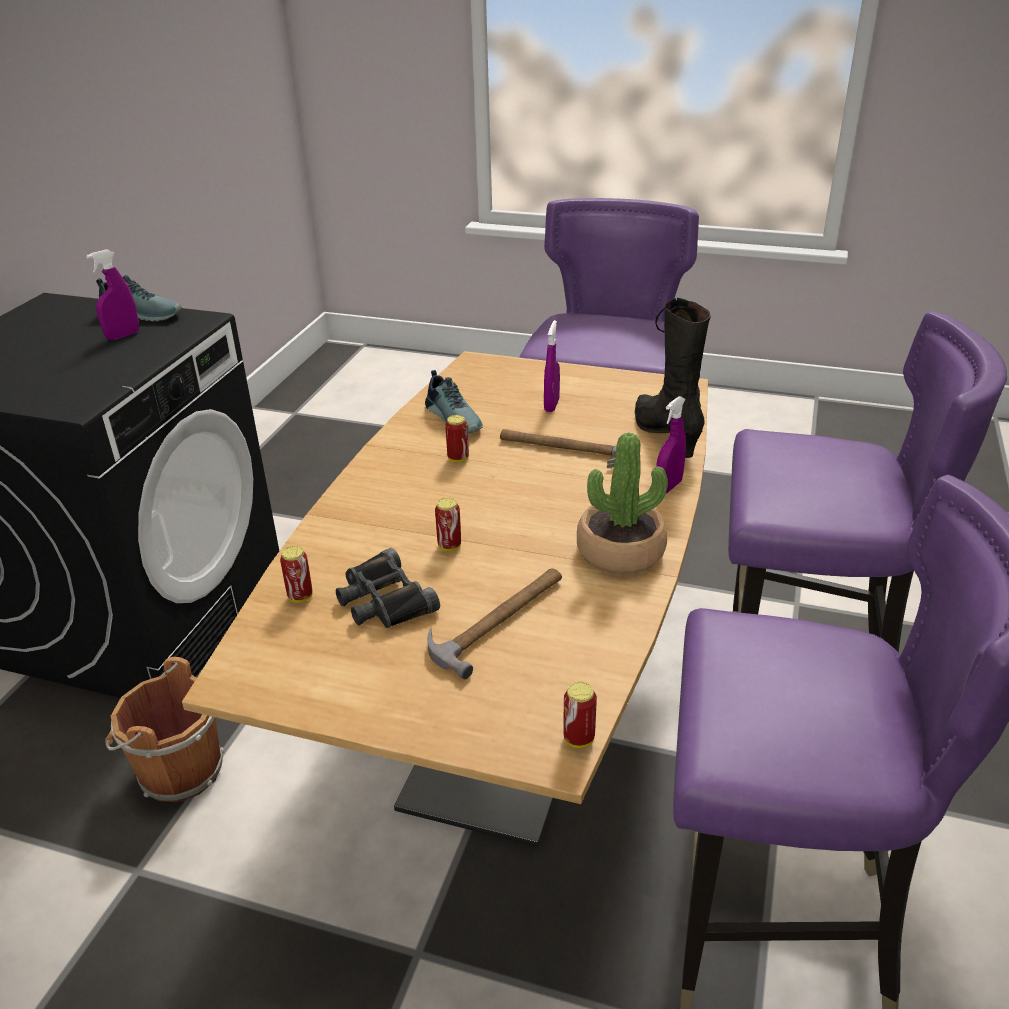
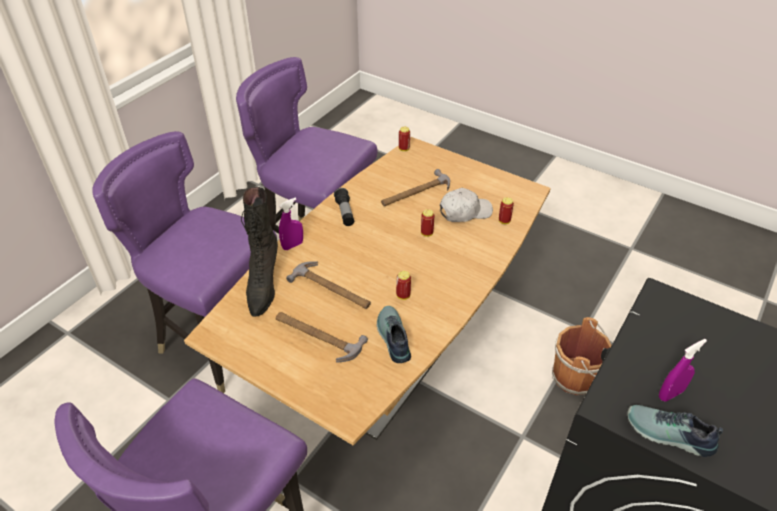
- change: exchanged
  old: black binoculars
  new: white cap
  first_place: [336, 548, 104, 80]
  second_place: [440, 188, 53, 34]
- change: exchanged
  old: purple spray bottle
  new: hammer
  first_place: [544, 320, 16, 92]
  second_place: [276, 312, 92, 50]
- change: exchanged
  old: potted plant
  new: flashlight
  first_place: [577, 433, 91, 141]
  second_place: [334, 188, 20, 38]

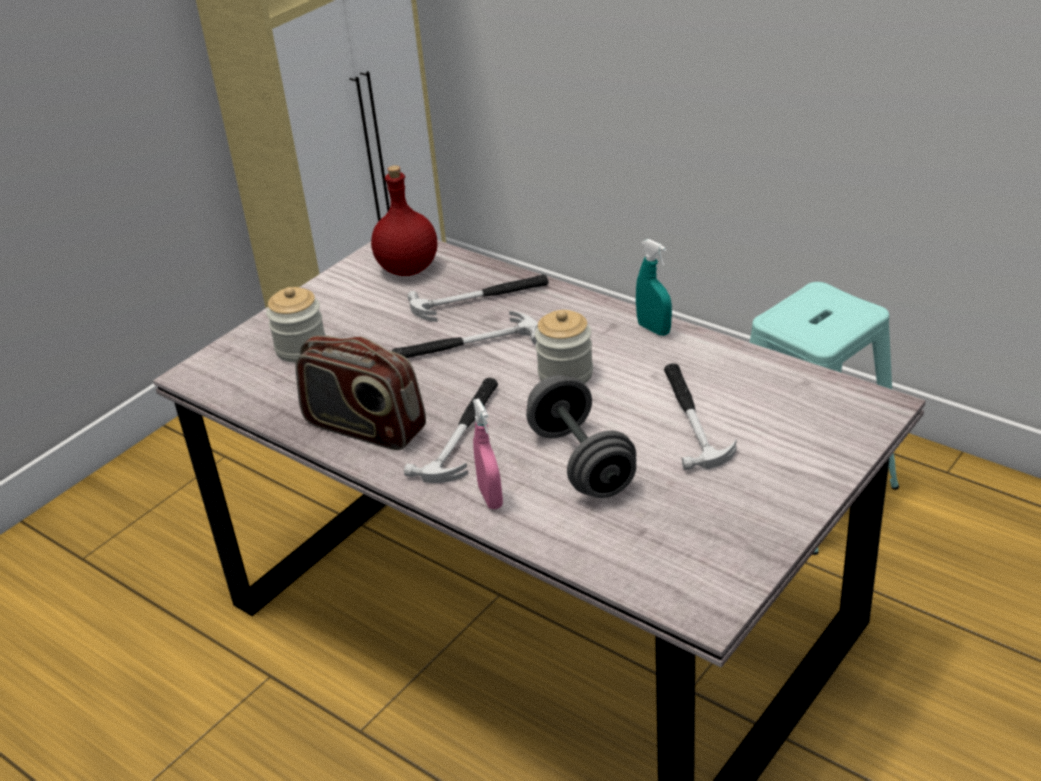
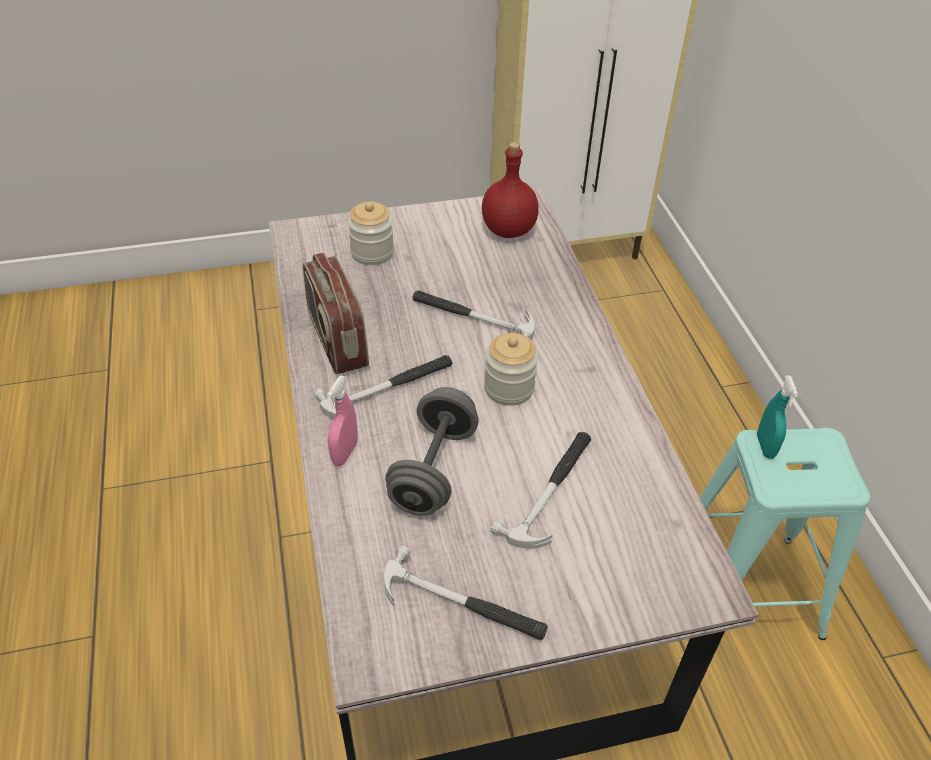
- change: relocated
  old: hammer
  first_place: [407, 274, 141, 48]
  second_place: [384, 545, 164, 95]
- change: relocated
  old: turquoise spray bottle
  first_place: [636, 239, 36, 97]
  second_place: [757, 375, 41, 84]

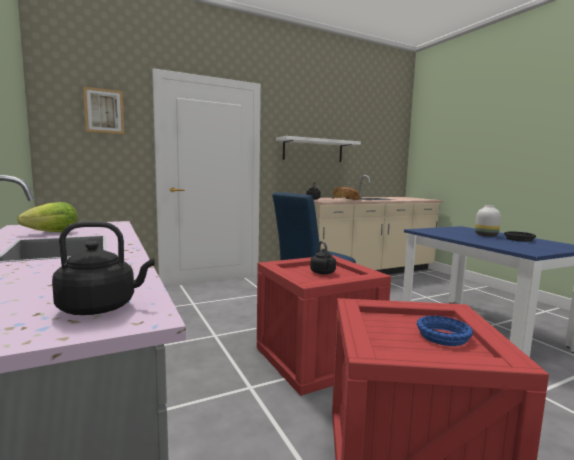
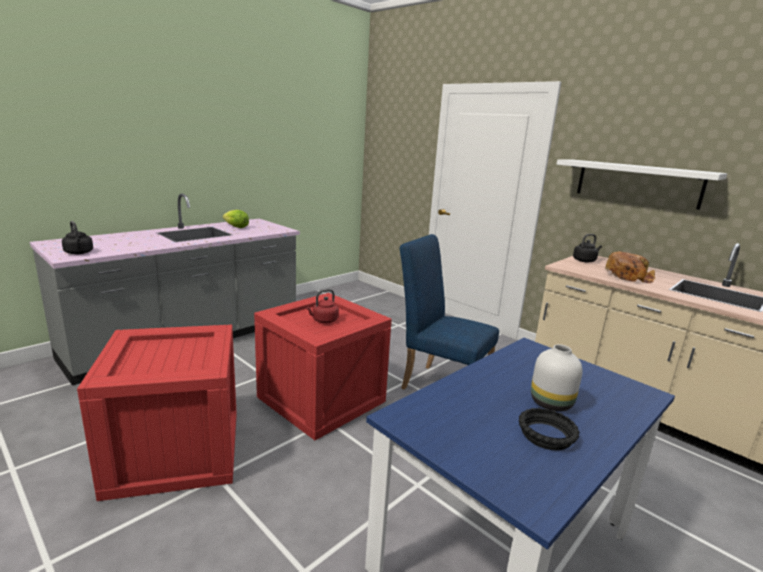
- change: missing
  old: picture
  first_place: [83, 87, 41, 47]
- change: missing
  old: blue bowl
  first_place: [416, 315, 57, 31]
- change: colour
  old: black kettle
  new: red kettle
  first_place: [310, 241, 26, 33]
  second_place: [306, 289, 33, 34]

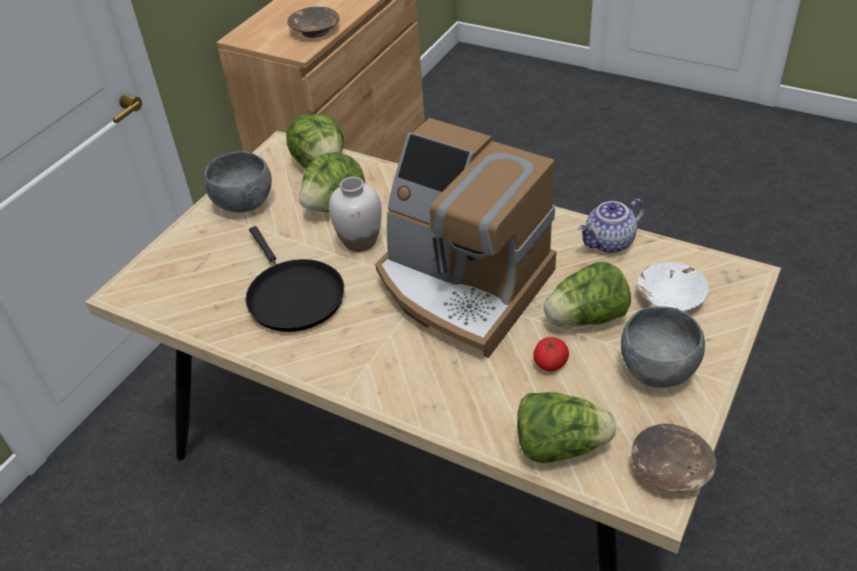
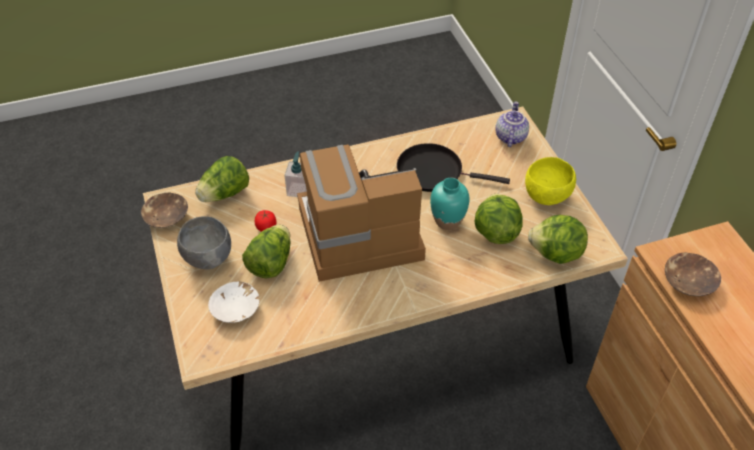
- change: appeared
  new: soap dispenser
  second_place: [284, 152, 23, 45]
- change: relocated
  old: teapot
  first_place: [578, 199, 67, 54]
  second_place: [496, 102, 33, 45]
- change: colour
  old: grey bowl
  new: yellow bowl
  first_place: [204, 151, 68, 62]
  second_place: [525, 157, 51, 48]
- change: colour
  old: white vase
  new: turquoise vase
  first_place: [329, 177, 53, 75]
  second_place: [430, 178, 39, 52]

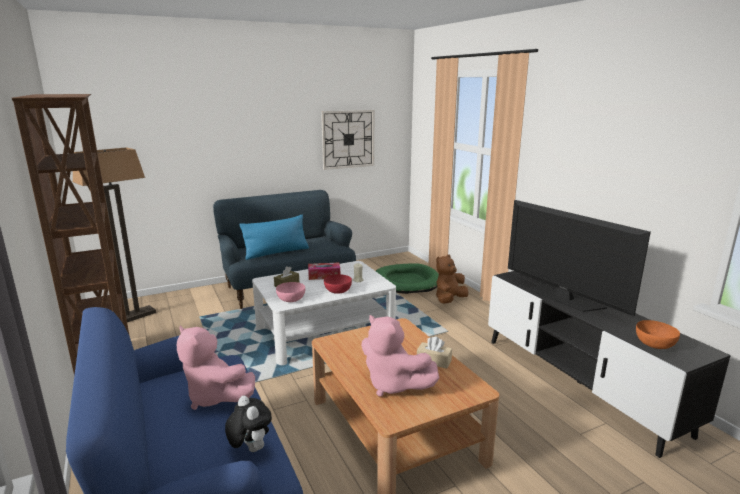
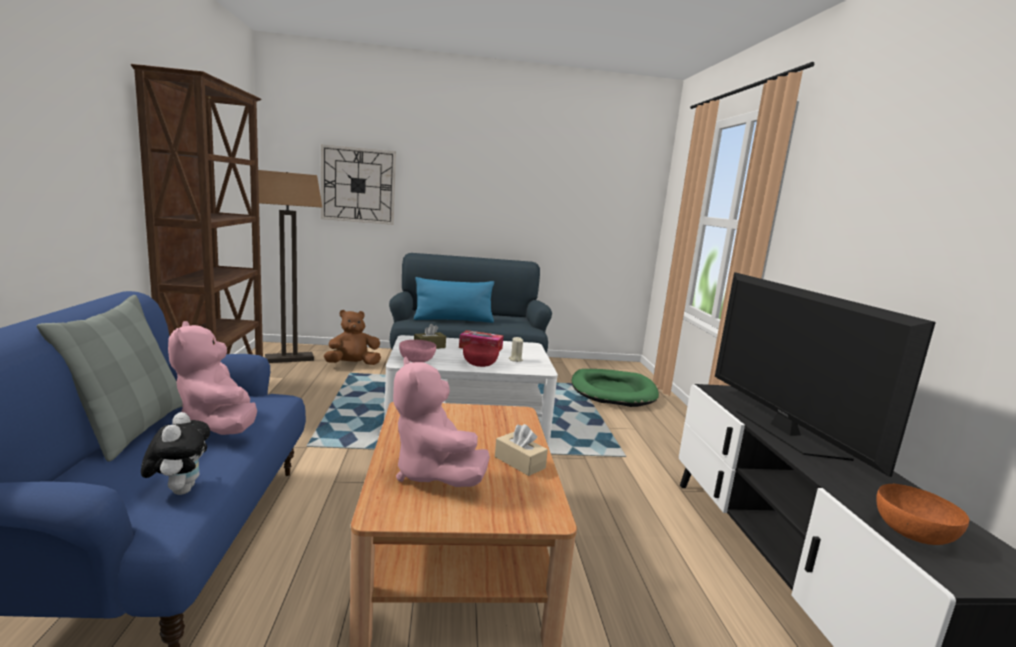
- change: appeared
  new: grey pillow
  second_place: [37, 295, 146, 167]
- change: relocated
  old: wall clock
  first_place: [321, 110, 53, 60]
  second_place: [321, 144, 75, 81]
- change: relocated
  old: brown plush toy
  first_place: [436, 254, 32, 50]
  second_place: [324, 310, 57, 55]

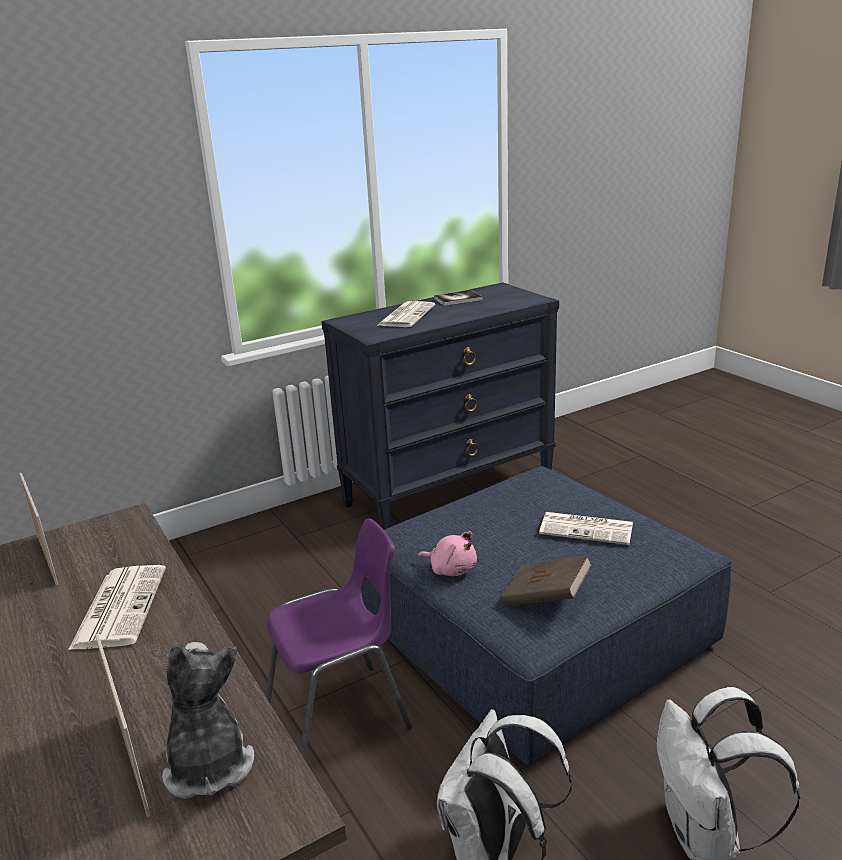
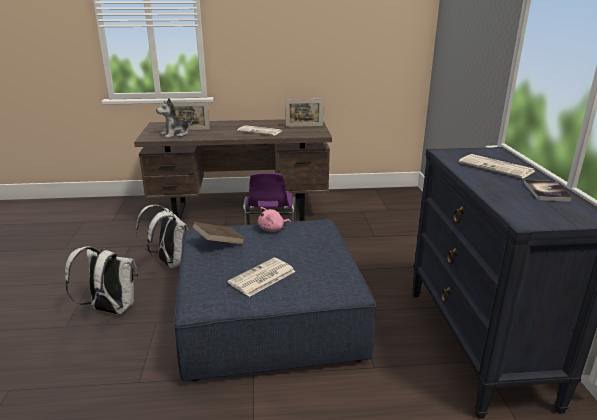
- change: spun
  old: plush toy
  first_place: [162, 642, 92, 157]
  second_place: [156, 98, 37, 40]
  degrees: 135

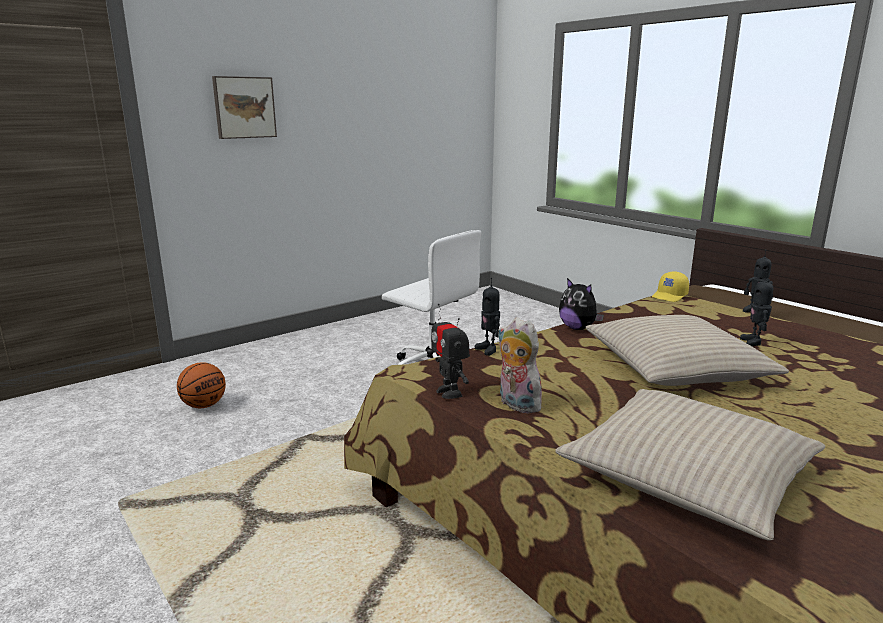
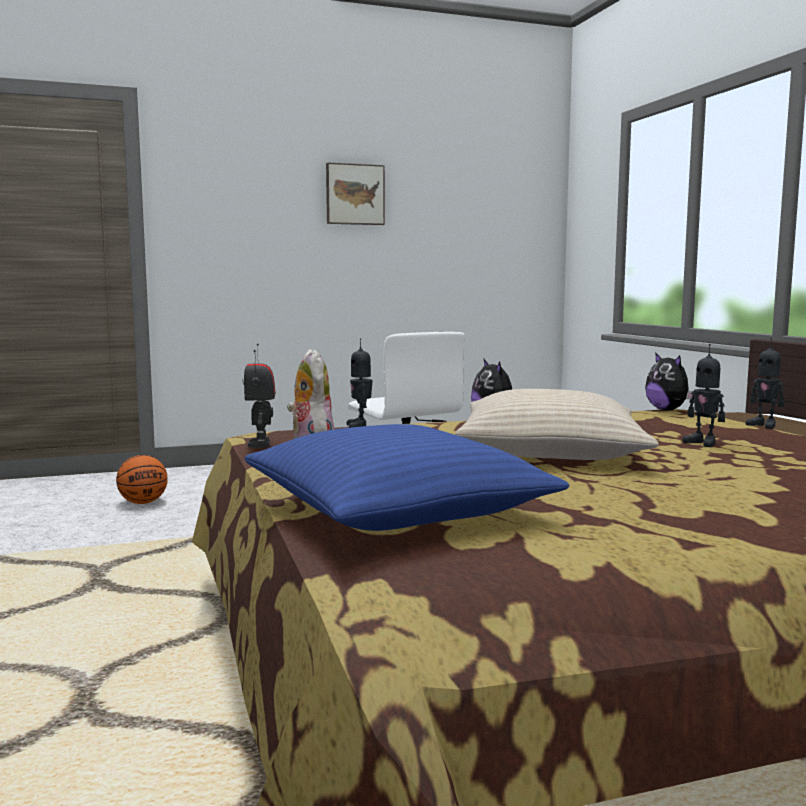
- change: relocated
  old: picture
  first_place: [212, 76, 65, 63]
  second_place: [326, 163, 59, 62]
- change: exchanged
  old: yellow cap
  new: plush toy
  first_place: [652, 272, 37, 30]
  second_place: [645, 352, 47, 59]
- change: colour
  old: beige pillow
  new: blue pillow
  first_place: [556, 389, 269, 152]
  second_place: [244, 424, 325, 107]
- change: spun
  old: toy robot
  first_place: [740, 272, 33, 75]
  second_place: [682, 344, 43, 103]
  degrees: -60

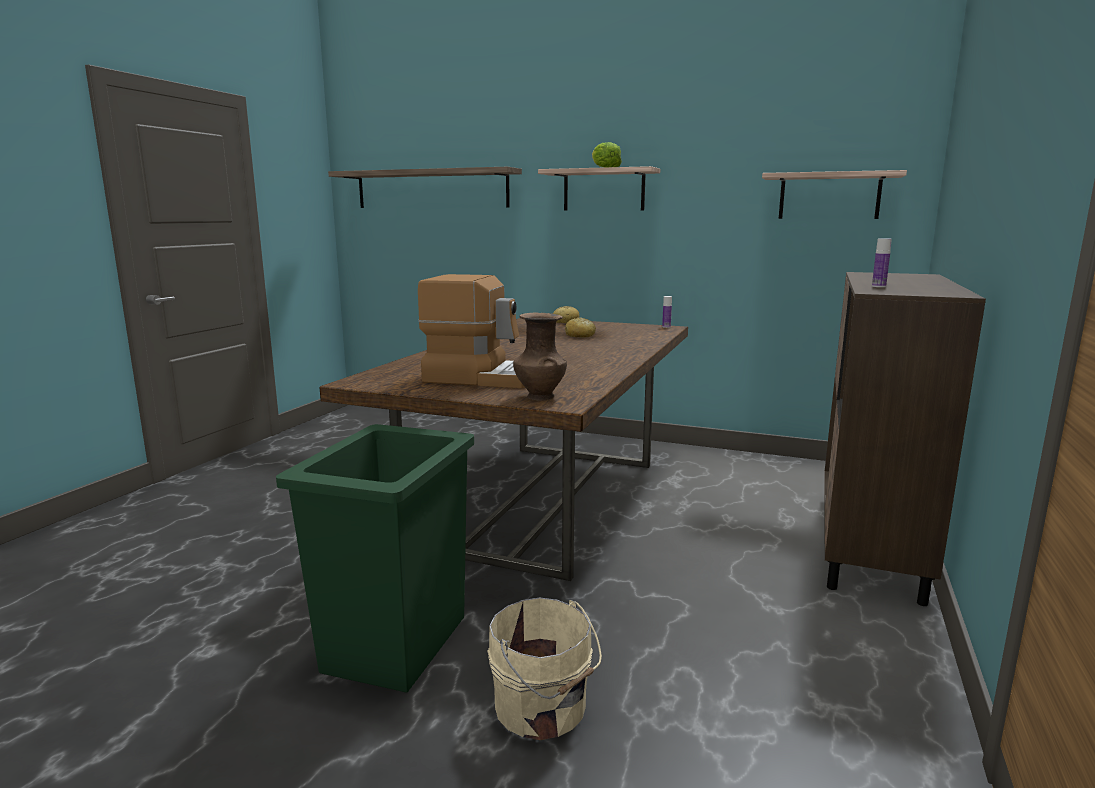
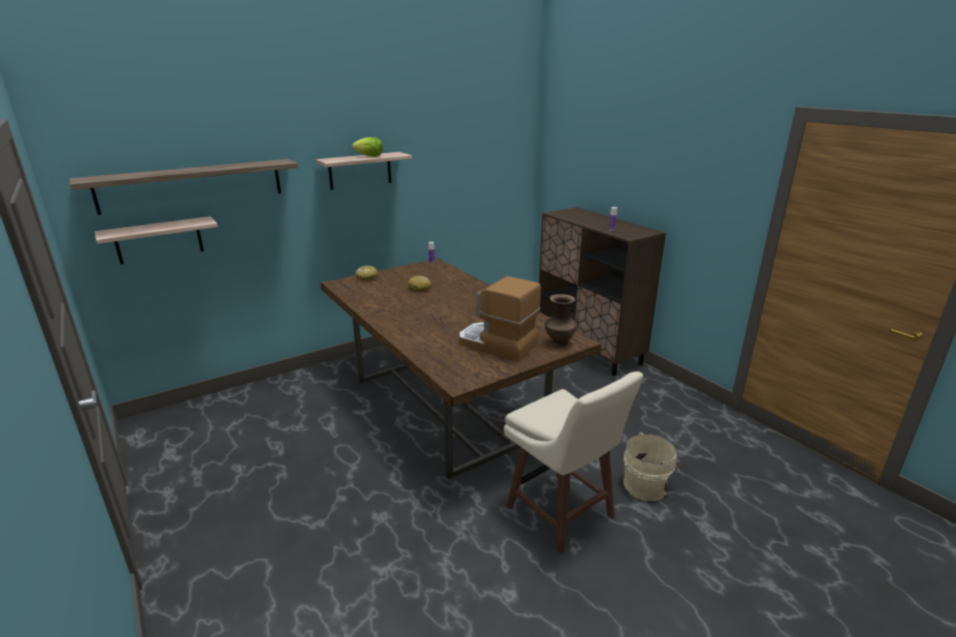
- change: relocated
  old: shelf
  first_place: [762, 170, 145, 49]
  second_place: [95, 216, 123, 48]
- change: exchanged
  old: green trash can
  new: beige stool
  first_place: [276, 424, 198, 269]
  second_place: [504, 371, 139, 183]
- change: spun
  old: coffee machine
  first_place: [418, 274, 107, 114]
  second_place: [459, 276, 82, 85]
  degrees: -105

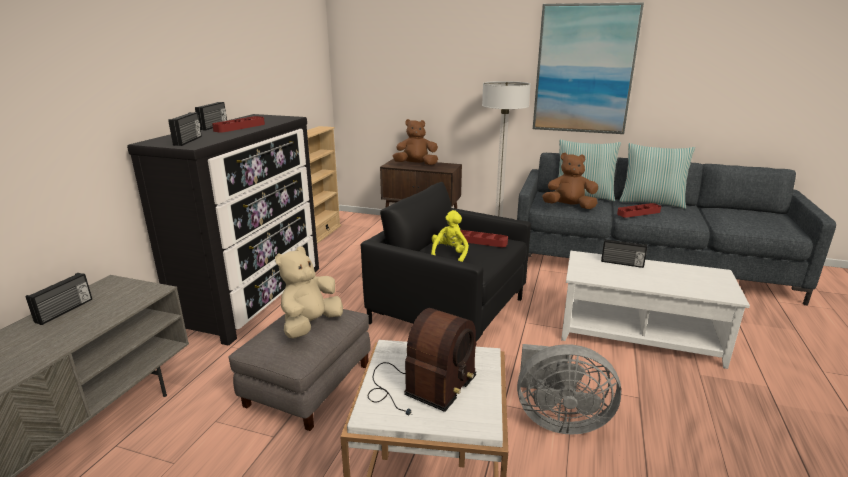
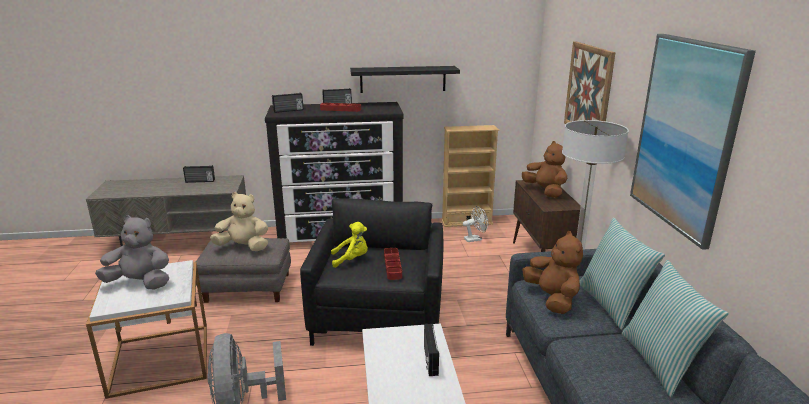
- change: missing
  old: red tray
  first_place: [617, 203, 44, 15]
- change: appeared
  new: black shelf
  second_place: [350, 66, 110, 27]
- change: appeared
  new: white fan
  second_place: [463, 206, 25, 36]
- change: appeared
  new: picture
  second_place: [564, 41, 52, 83]
- change: exchanged
  old: radio
  new: grey plush toy
  first_place: [368, 308, 109, 108]
  second_place: [95, 215, 74, 74]

